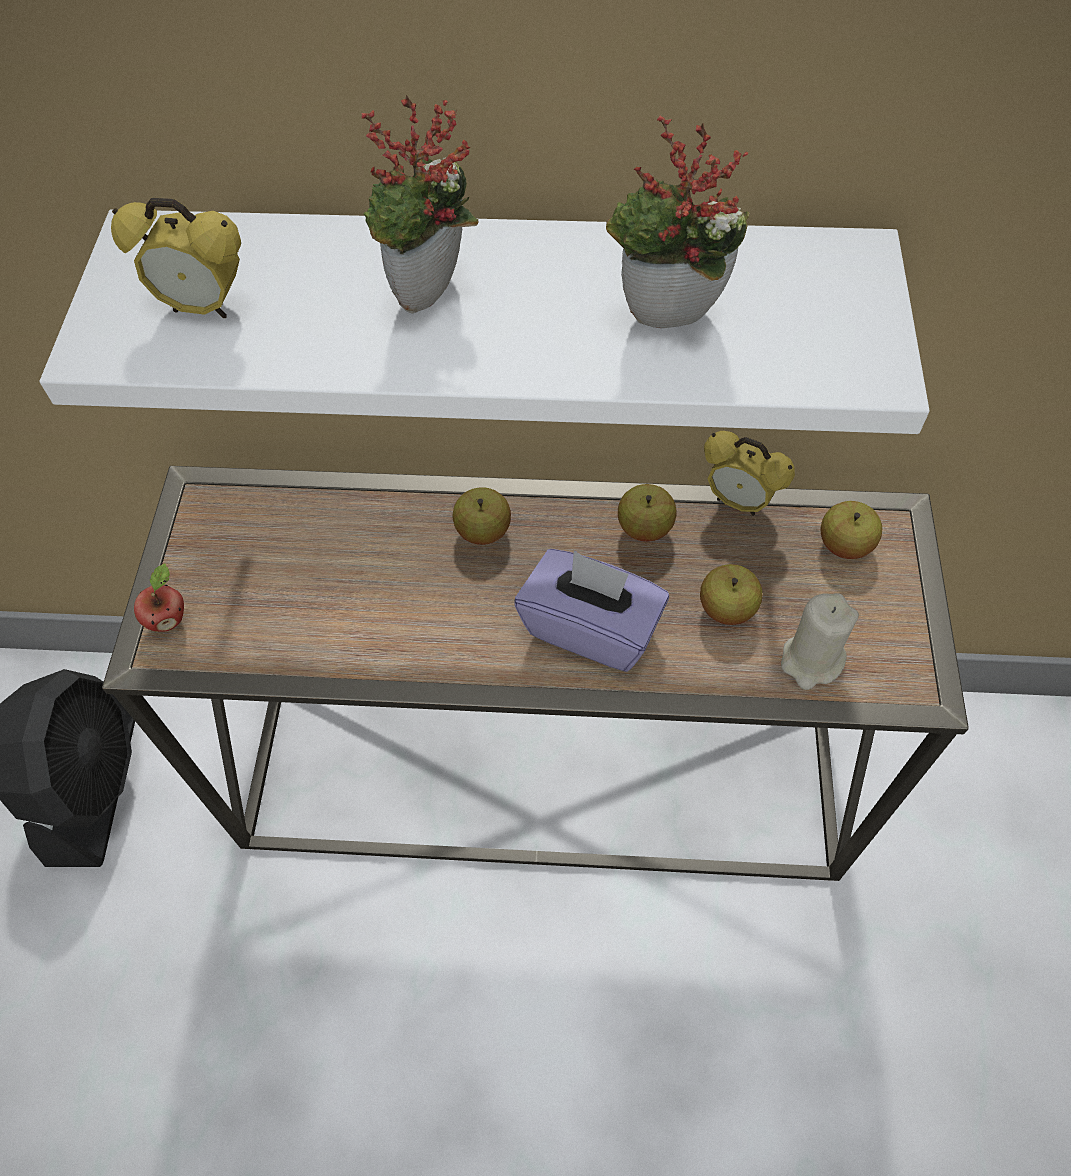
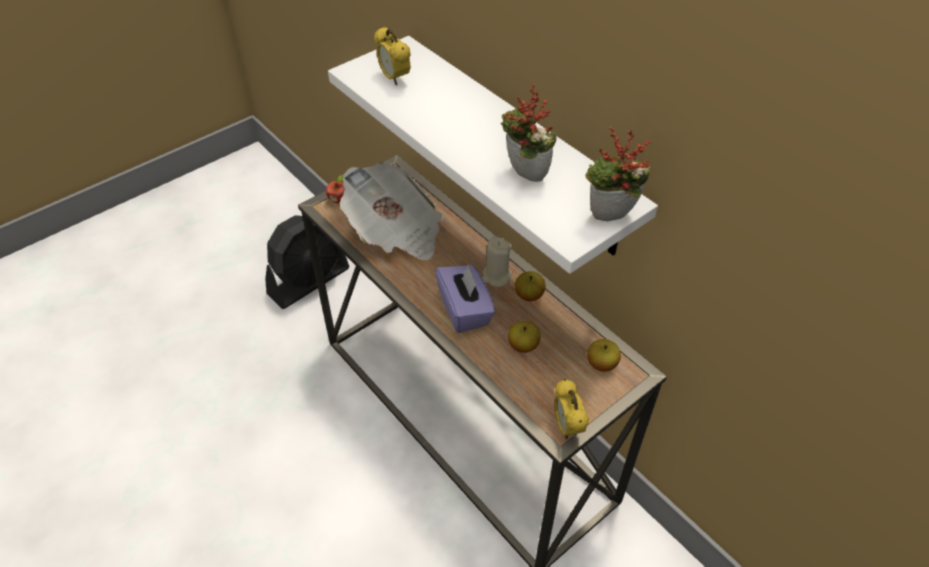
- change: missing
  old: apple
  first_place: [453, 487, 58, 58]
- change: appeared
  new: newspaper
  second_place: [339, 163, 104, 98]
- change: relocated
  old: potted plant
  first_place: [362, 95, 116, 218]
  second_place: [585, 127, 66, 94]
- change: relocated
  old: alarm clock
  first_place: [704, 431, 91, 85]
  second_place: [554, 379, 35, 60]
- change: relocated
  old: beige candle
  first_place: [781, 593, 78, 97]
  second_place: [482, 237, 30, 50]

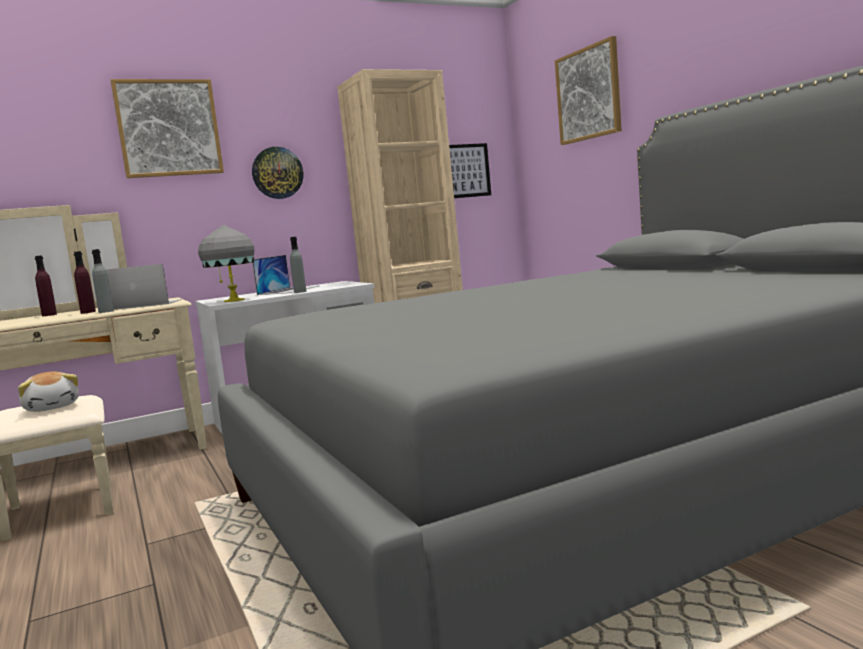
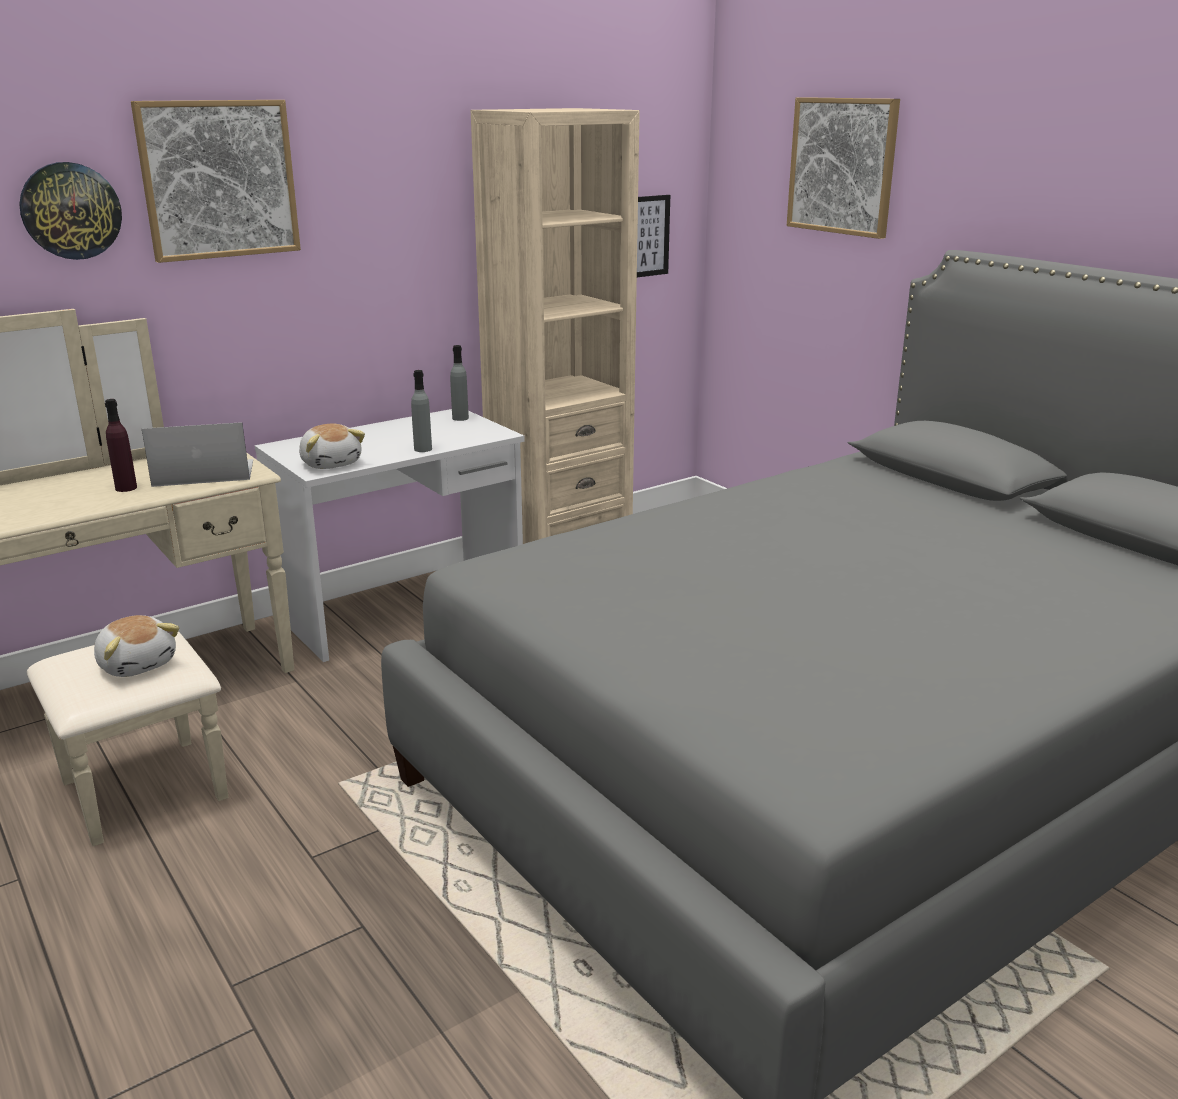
- change: missing
  old: purple bottle
  first_place: [35, 255, 22, 61]
- change: missing
  old: laptop
  first_place: [253, 255, 66, 40]
- change: relocated
  old: grey bottle
  first_place: [92, 249, 22, 64]
  second_place: [450, 345, 19, 76]
- change: relocated
  old: wall clock
  first_place: [252, 147, 52, 52]
  second_place: [19, 162, 103, 98]
- change: exchanged
  old: grey table lamp
  new: plush toy
  first_place: [198, 224, 56, 78]
  second_place: [299, 423, 66, 46]

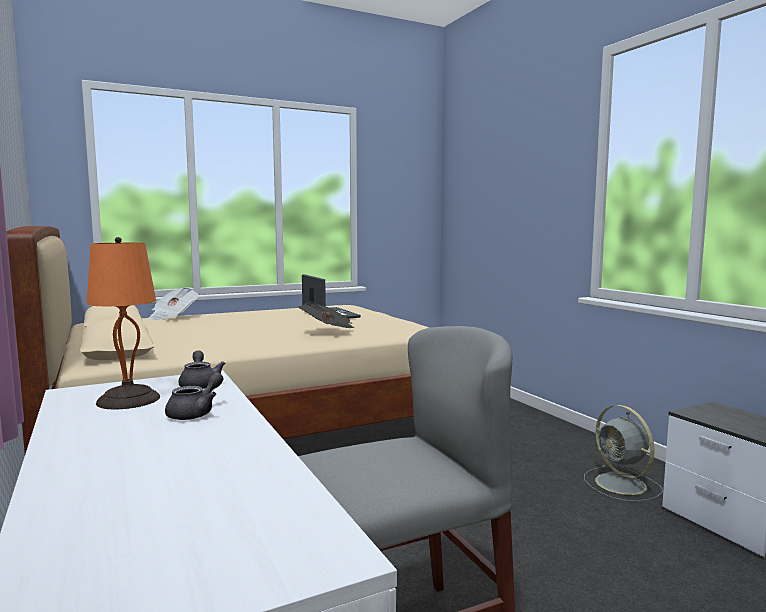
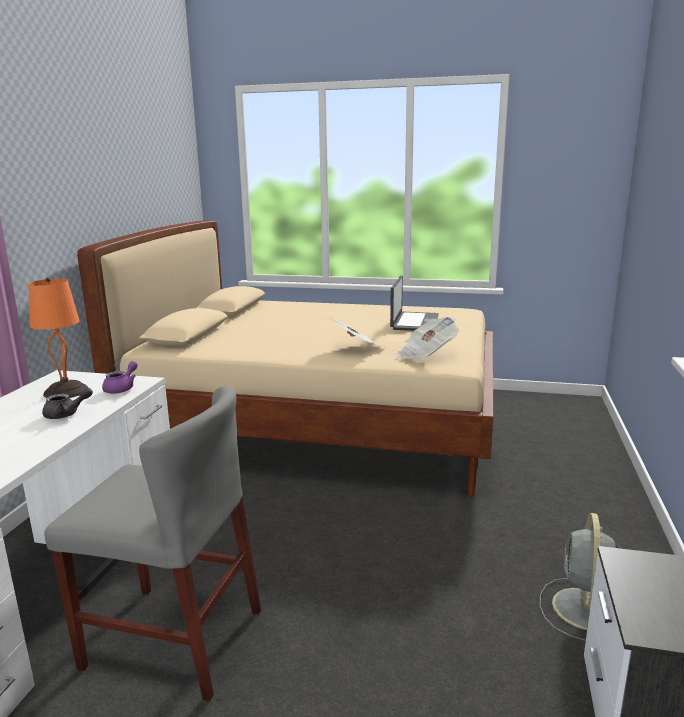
- change: relocated
  old: newspaper
  first_place: [148, 287, 51, 33]
  second_place: [396, 317, 63, 43]
- change: colour
  old: grey teapot
  new: purple teapot
  first_place: [179, 350, 47, 39]
  second_place: [102, 361, 36, 33]

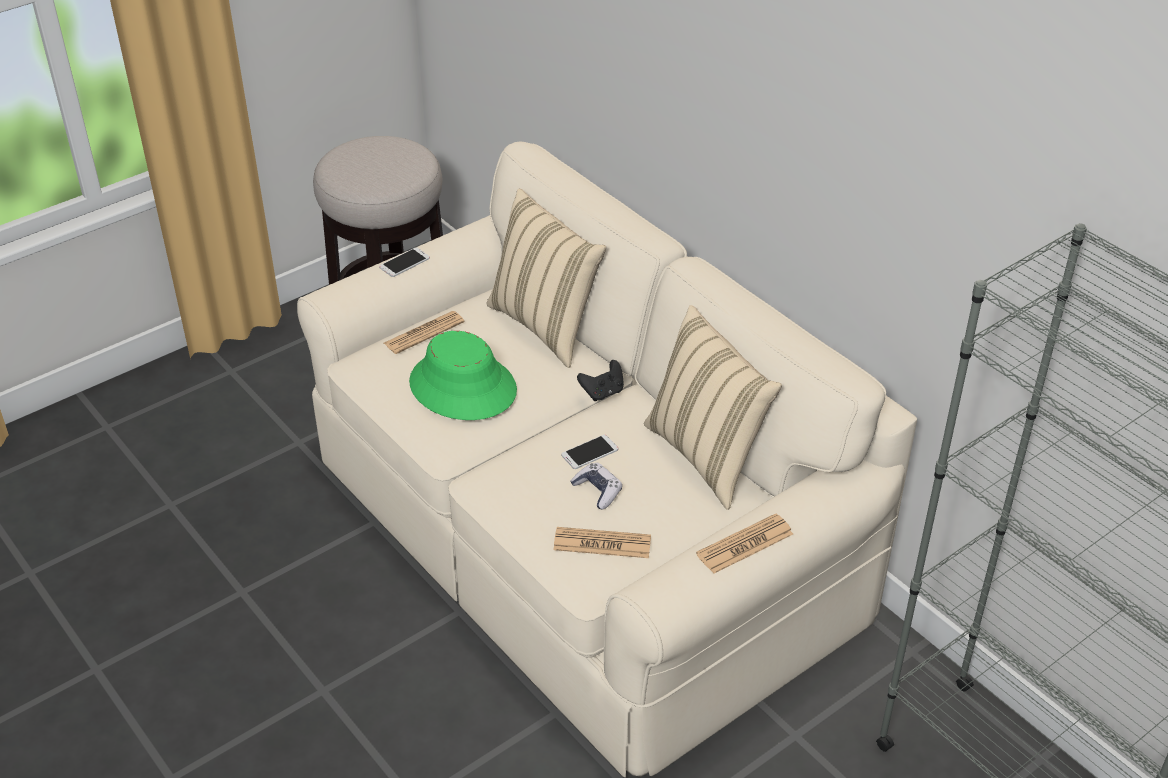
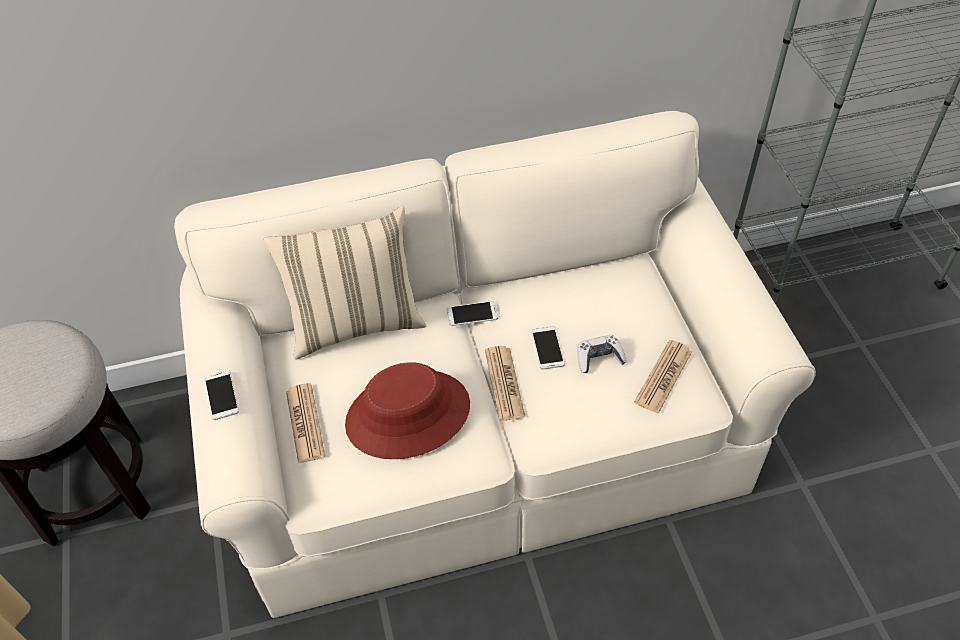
- change: missing
  old: beige pillow
  first_place: [644, 305, 138, 205]
- change: relocated
  old: newspaper
  first_place: [696, 513, 97, 61]
  second_place: [485, 346, 40, 75]
- change: exchanged
  old: black game controller
  new: phone
  first_place: [577, 360, 47, 41]
  second_place: [447, 301, 51, 25]
- change: colour
  old: green hat
  new: red hat
  first_place: [409, 331, 108, 89]
  second_place: [345, 362, 125, 97]

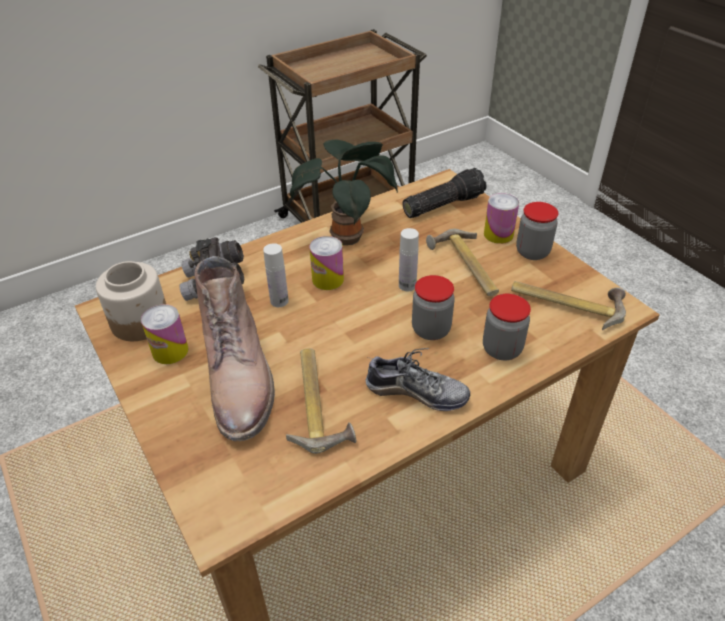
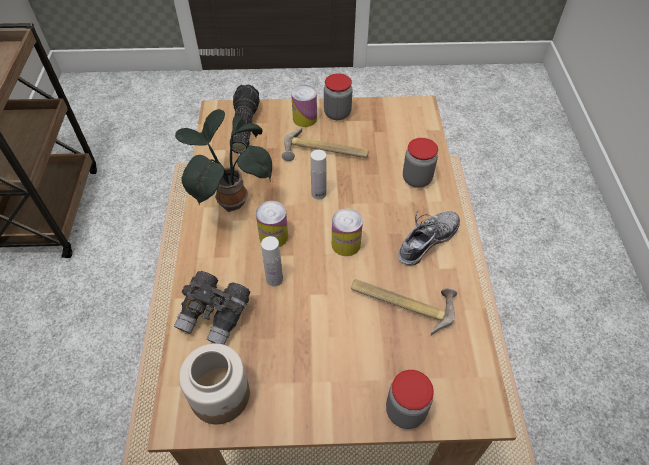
- change: missing
  old: brown boot
  first_place: [194, 256, 81, 185]
- change: missing
  old: hammer
  first_place: [511, 281, 115, 50]
- change: relocated
  old: can
  first_place: [141, 304, 48, 60]
  second_place: [332, 208, 31, 48]
- change: relocated
  old: jar
  first_place: [412, 275, 43, 65]
  second_place: [386, 370, 48, 59]

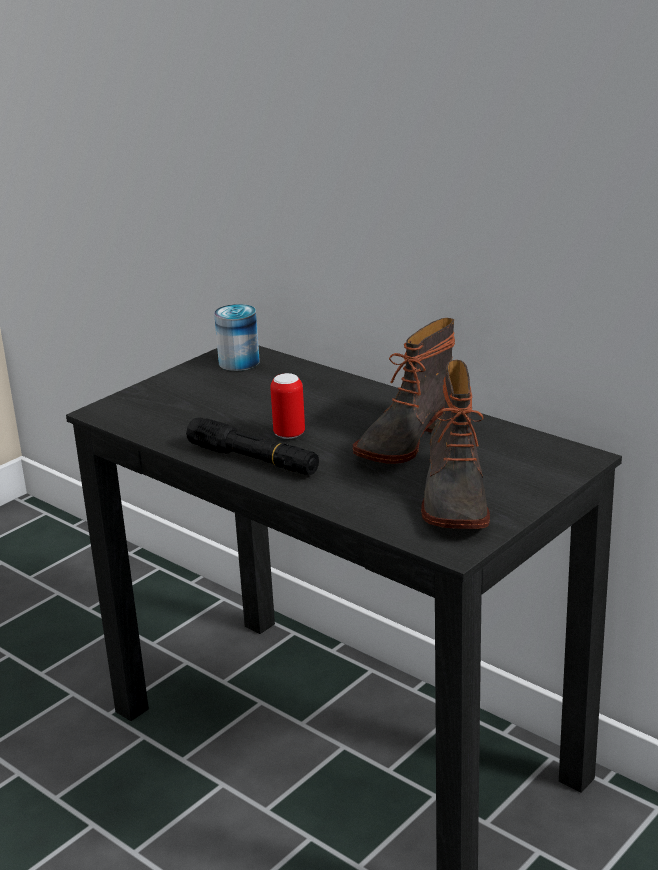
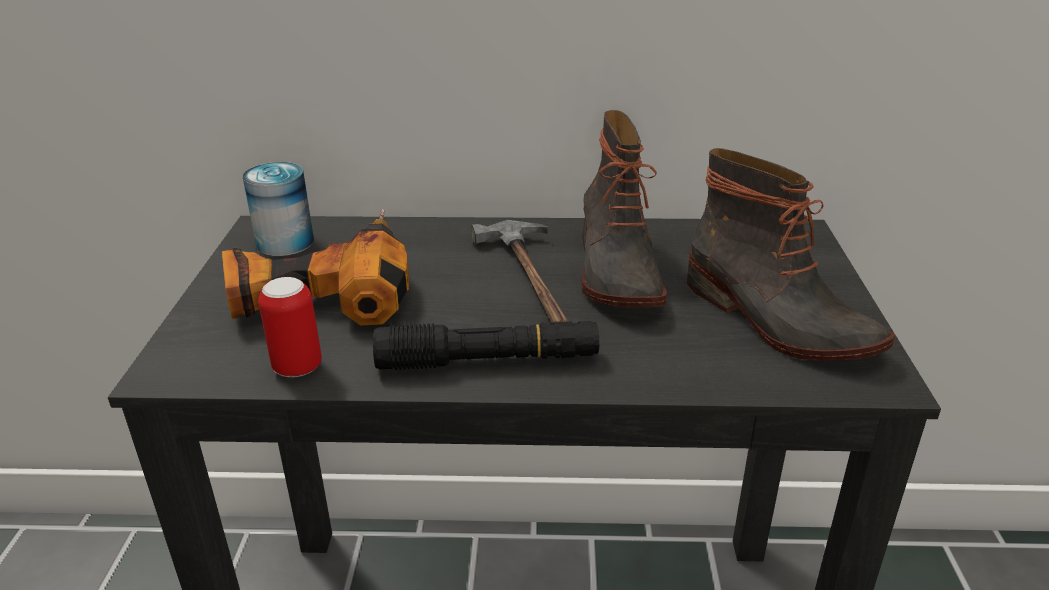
- change: appeared
  new: power drill
  second_place: [222, 209, 187, 117]
- change: appeared
  new: hammer
  second_place: [471, 220, 98, 104]
- change: relocated
  old: can
  first_place: [270, 373, 35, 66]
  second_place: [258, 277, 64, 100]

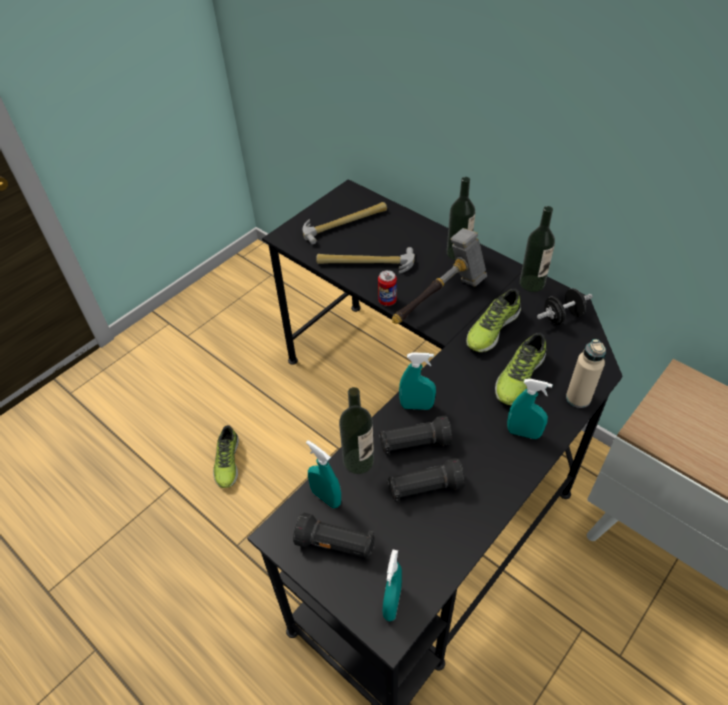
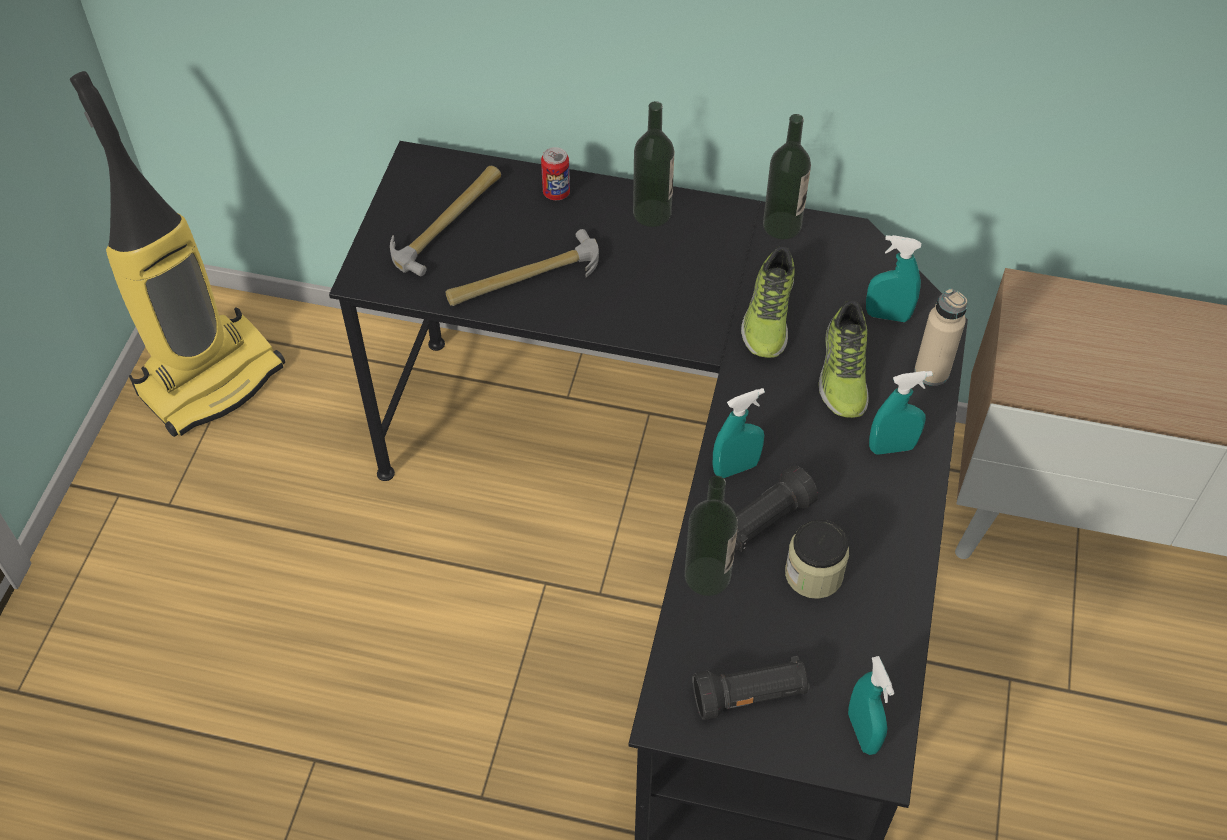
- change: missing
  old: shoe
  first_place: [213, 425, 26, 63]
- change: missing
  old: hammer
  first_place: [392, 228, 95, 96]
- change: missing
  old: black dumbbell
  first_place: [537, 288, 56, 37]
- change: appeared
  new: vacuum cleaner
  second_place: [70, 71, 215, 366]
- change: relocated
  old: turquoise spray bottle
  first_place: [306, 440, 35, 68]
  second_place: [866, 235, 55, 87]
- change: relocated
  old: can
  first_place: [378, 270, 19, 36]
  second_place: [541, 147, 29, 53]
- change: exchanged
  old: black flashlight
  new: jar
  first_place: [387, 458, 78, 44]
  second_place: [785, 520, 64, 79]

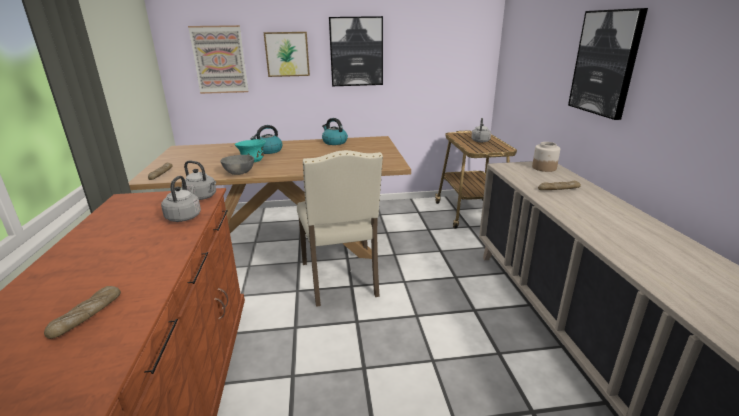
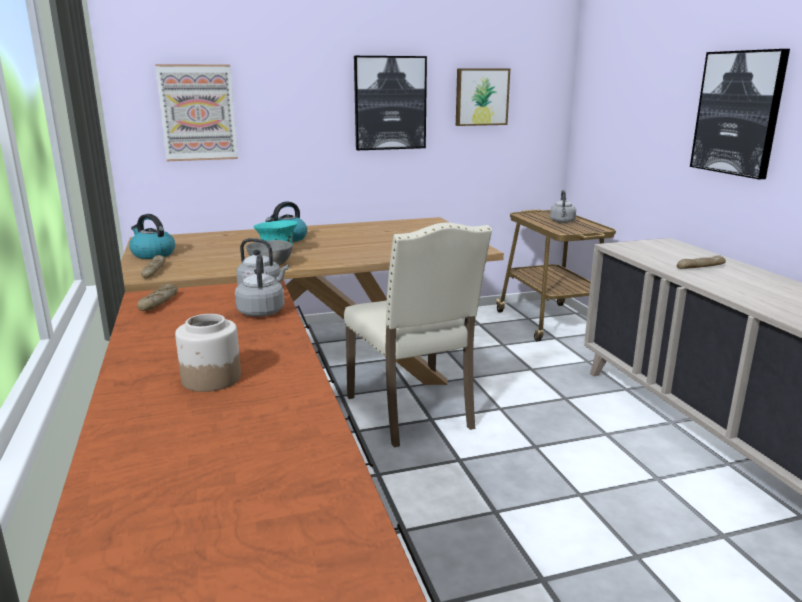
- change: relocated
  old: bread
  first_place: [44, 286, 77, 53]
  second_place: [137, 283, 41, 28]
- change: relocated
  old: picture
  first_place: [263, 32, 47, 45]
  second_place: [456, 68, 54, 58]
- change: relocated
  old: kettle
  first_place: [322, 118, 26, 27]
  second_place: [129, 214, 46, 45]
- change: relocated
  old: jar
  first_place: [532, 142, 28, 30]
  second_place: [175, 314, 66, 78]

